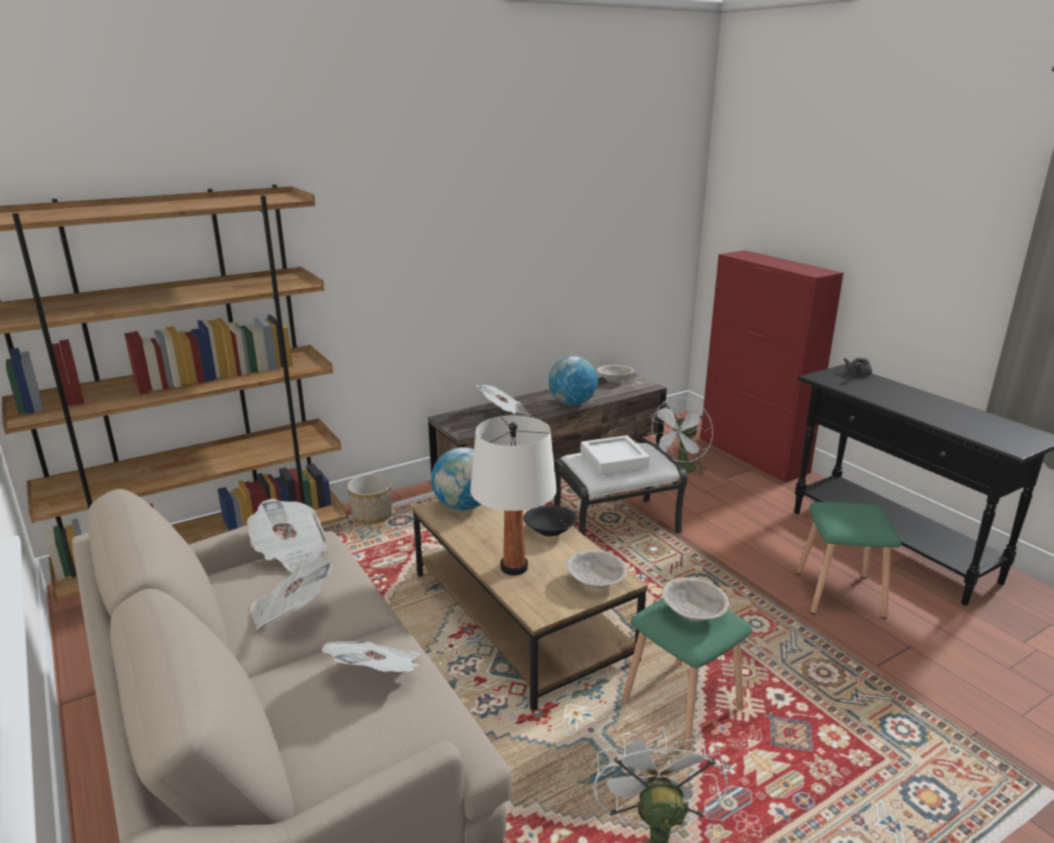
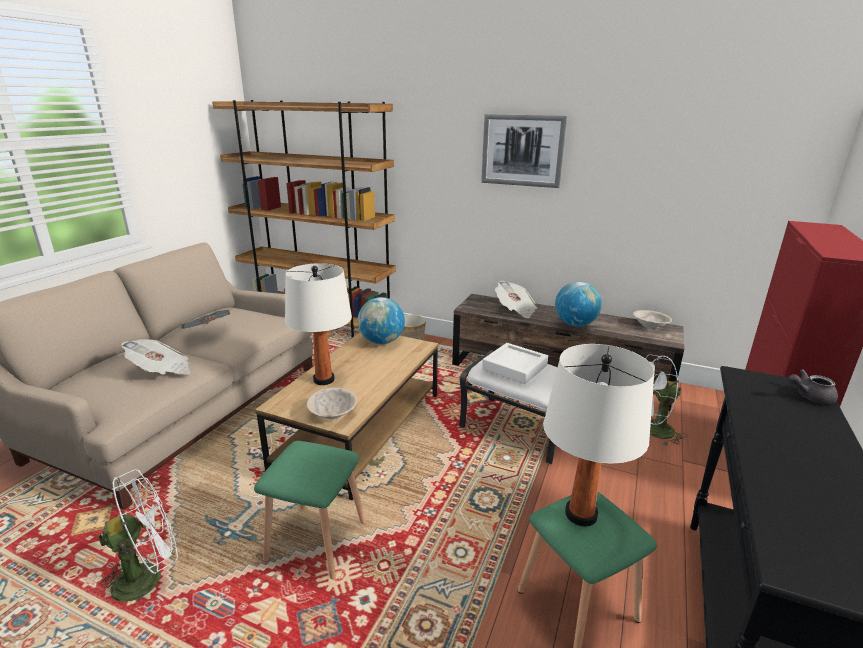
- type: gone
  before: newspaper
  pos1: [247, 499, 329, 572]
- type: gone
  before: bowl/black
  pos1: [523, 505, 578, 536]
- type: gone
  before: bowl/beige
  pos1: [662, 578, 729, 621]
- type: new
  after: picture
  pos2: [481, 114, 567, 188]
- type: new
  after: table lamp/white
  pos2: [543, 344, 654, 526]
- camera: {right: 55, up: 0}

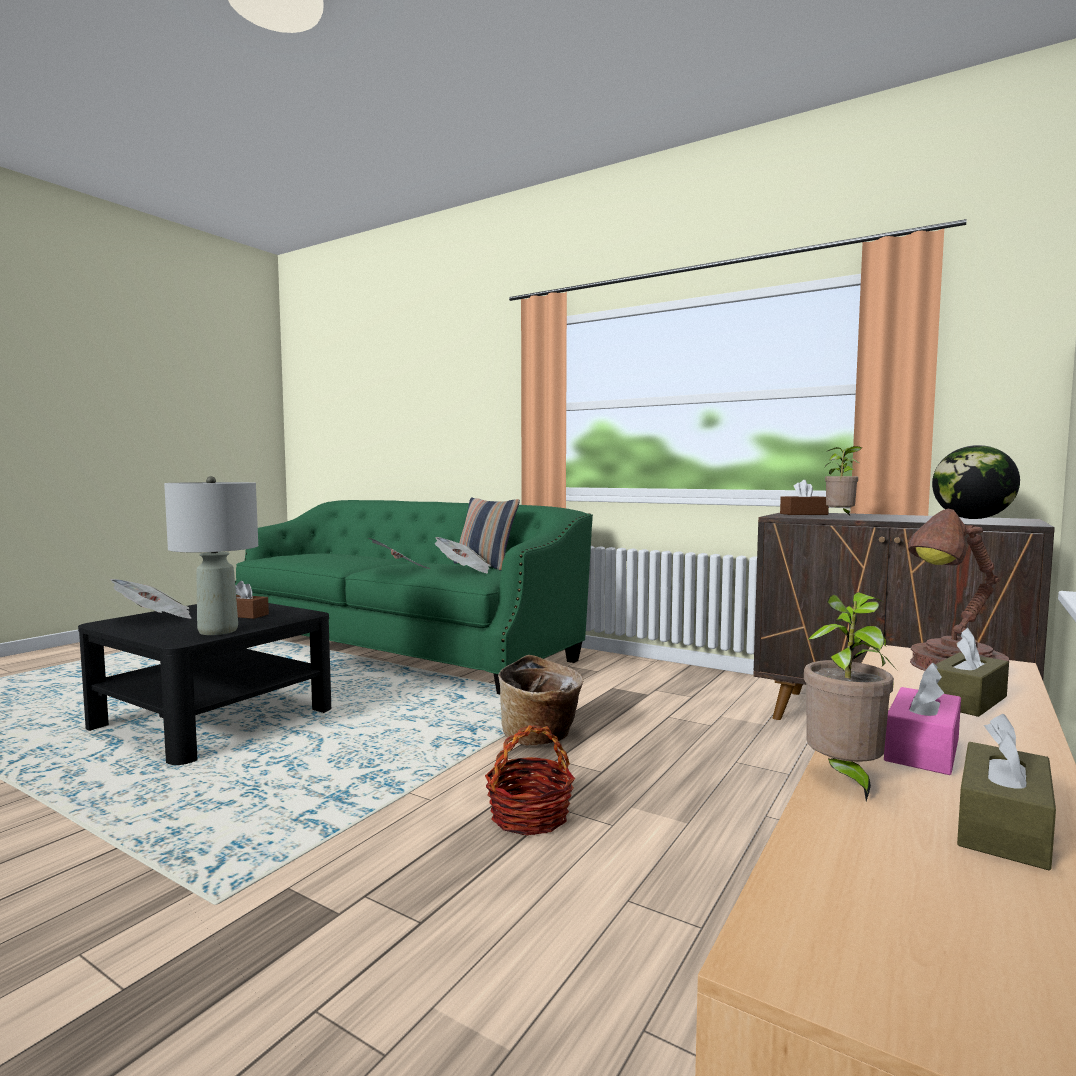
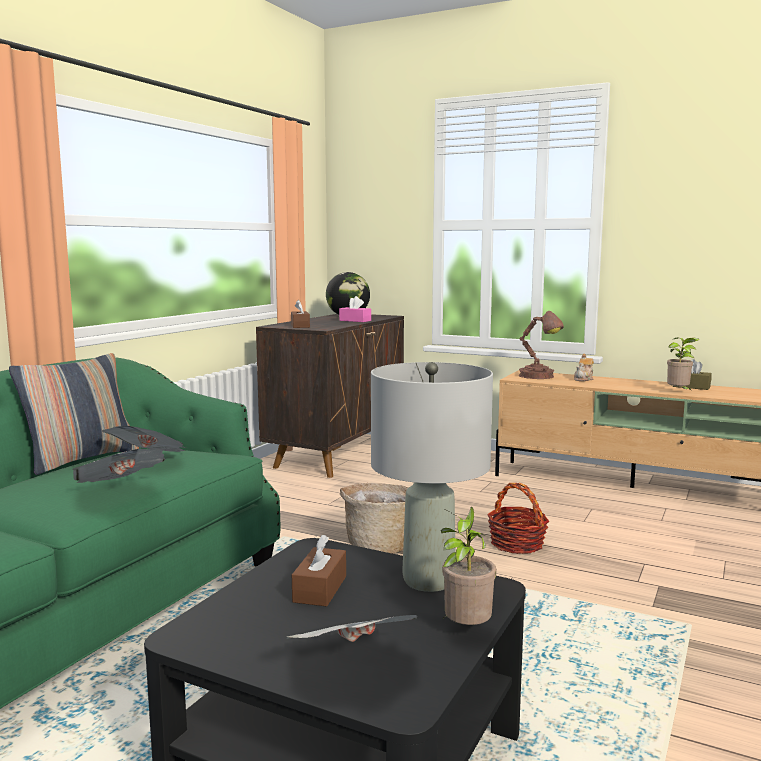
- type: shifted
  before: potted plant
  pos1: [825, 446, 862, 515]
  pos2: [441, 507, 496, 625]
- type: shifted
  before: tissue box/pink
  pos1: [884, 663, 961, 775]
  pos2: [339, 296, 371, 322]
- type: swapped
  before: tissue box/brown
  after: teapot
  pos1: [935, 628, 1009, 717]
  pos2: [574, 354, 594, 381]
- camera: {right: -95, up: 5}

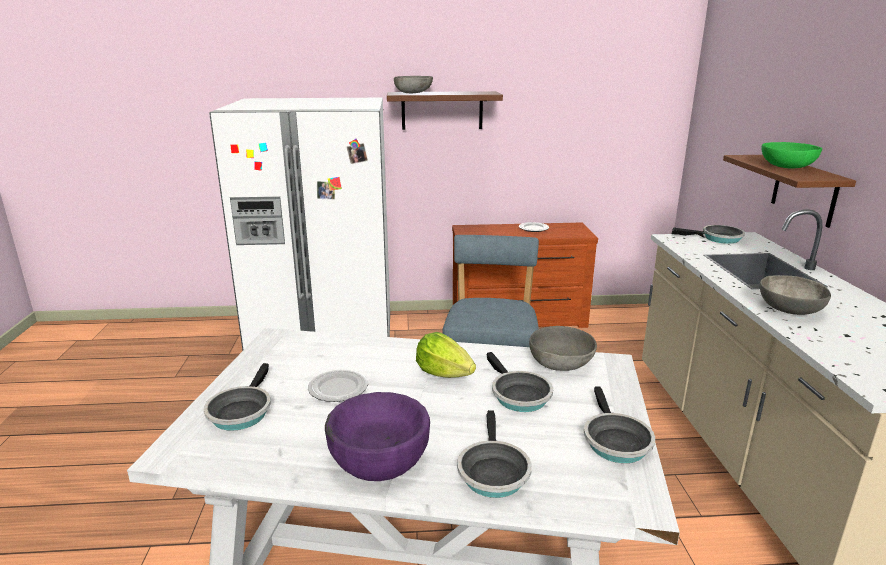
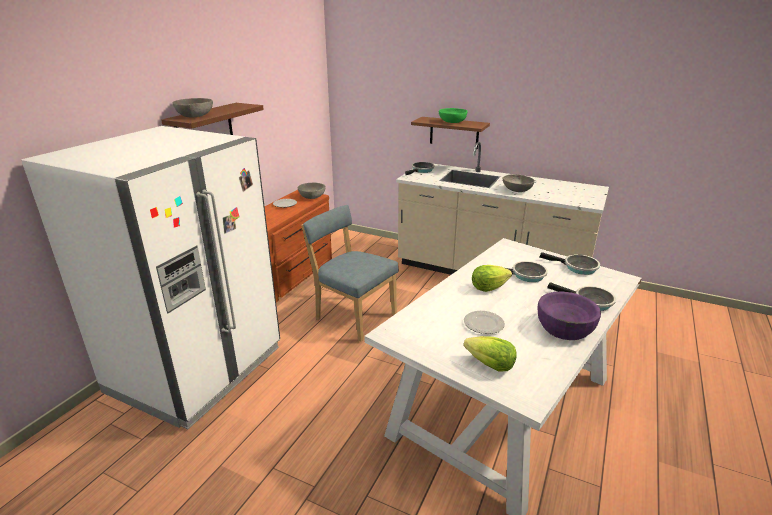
- type: shifted
  before: bowl/grey
  pos1: [529, 326, 597, 371]
  pos2: [298, 183, 326, 199]
- type: swapped
  before: frying pan
  after: lettuce
  pos1: [204, 363, 271, 431]
  pos2: [463, 336, 517, 371]
- camera: {right: -60, up: 5}

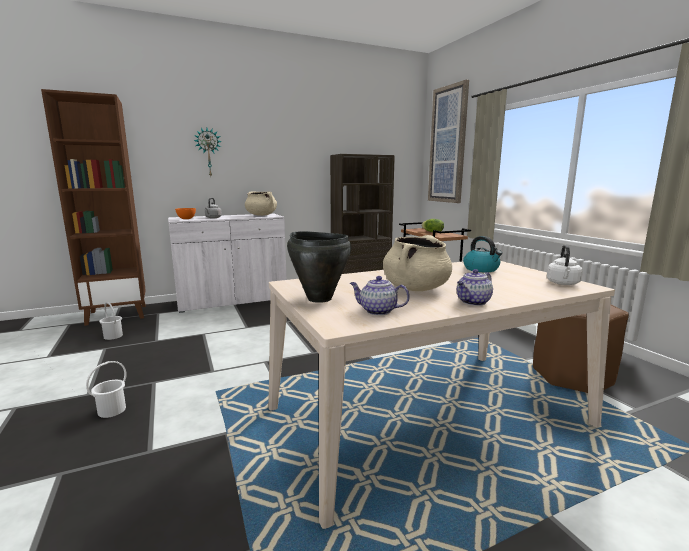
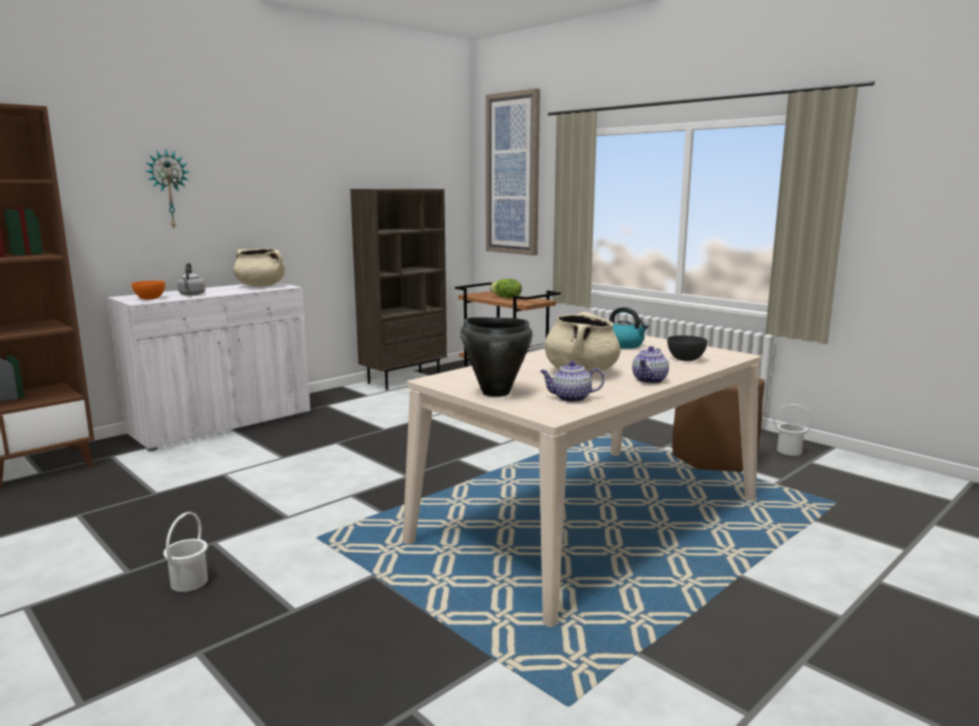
- type: gone
  before: kettle/white
  pos1: [547, 245, 583, 285]
- type: new
  after: bowl/grey
  pos2: [667, 335, 708, 361]
- type: shifted
  before: bucket/white
  pos1: [99, 302, 123, 340]
  pos2: [774, 404, 812, 456]
- camera: {right: -20, up: 0}

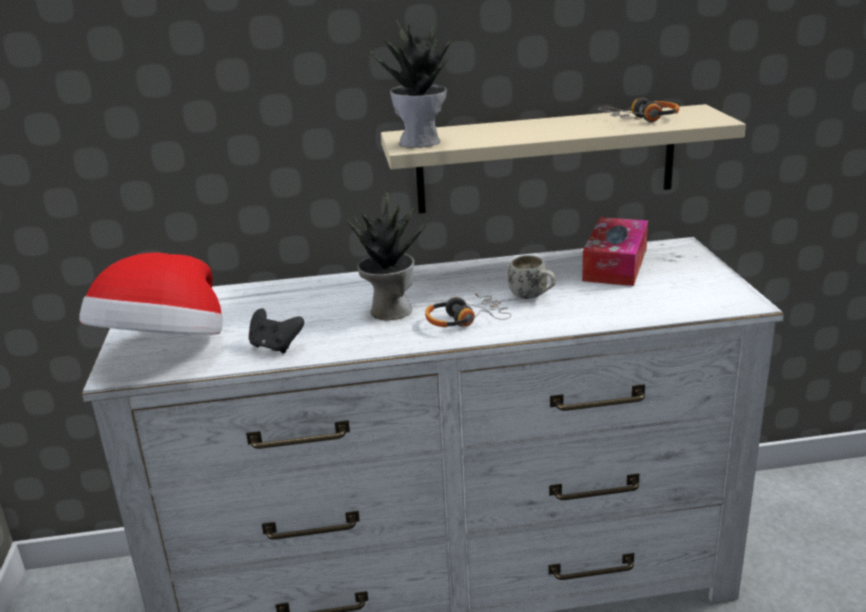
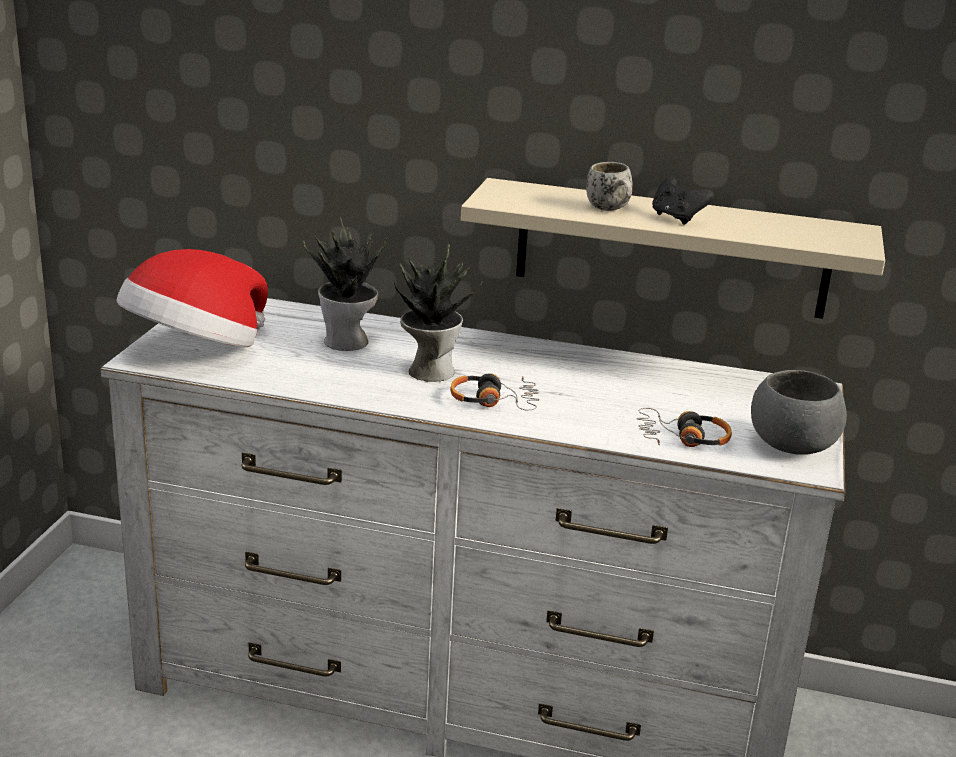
- type: gone
  before: tissue box
  pos1: [582, 217, 648, 286]
- type: new
  after: bowl/grey
  pos2: [751, 370, 847, 455]
- type: shifted
  before: game controller/black
  pos1: [249, 308, 304, 354]
  pos2: [652, 177, 714, 225]
- type: shifted
  before: potted plant
  pos1: [369, 19, 451, 148]
  pos2: [303, 217, 387, 351]
- type: shifted
  before: mug/white
  pos1: [508, 255, 556, 299]
  pos2: [586, 162, 632, 211]
- type: shifted
  before: headphones
  pos1: [598, 98, 679, 122]
  pos2: [636, 408, 732, 447]
- camera: {right: 20, up: 0}

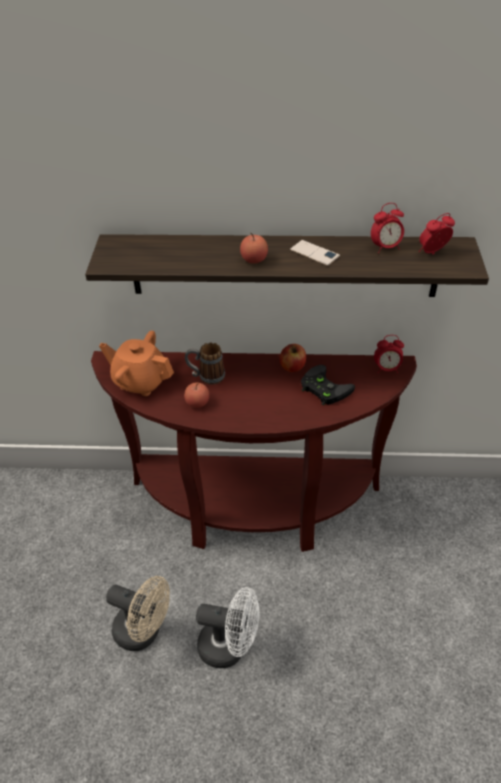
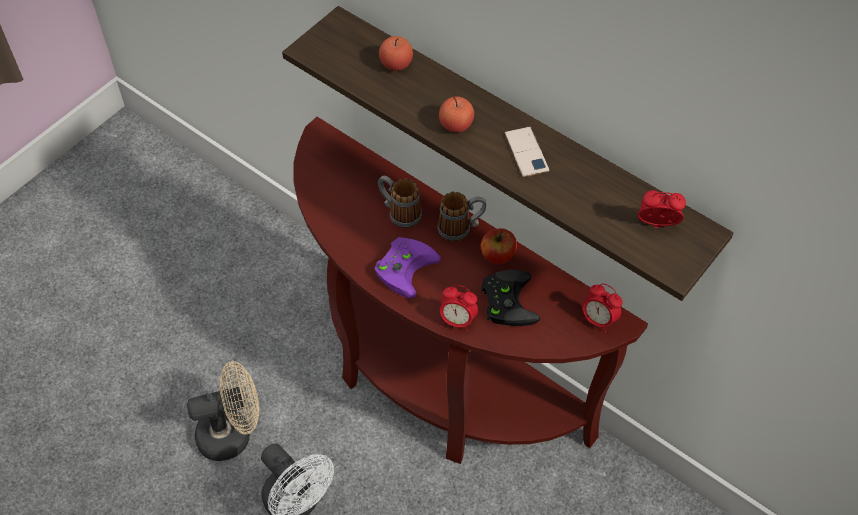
- type: gone
  before: teapot/orange
  pos1: [99, 331, 174, 396]
- type: new
  after: game controller/purple
  pos2: [375, 237, 441, 298]
- type: new
  after: mug
  pos2: [437, 191, 487, 242]
- type: shifted
  before: apple
  pos1: [184, 382, 209, 408]
  pos2: [379, 36, 413, 71]
- type: shifted
  before: alarm clock
  pos1: [371, 203, 404, 253]
  pos2: [440, 285, 478, 331]
- type: rotated
  before: fan/beige
  pos1: [106, 576, 170, 651]
  pos2: [187, 361, 259, 461]
  turn: -75
- camera: {right: 35, up: 10}

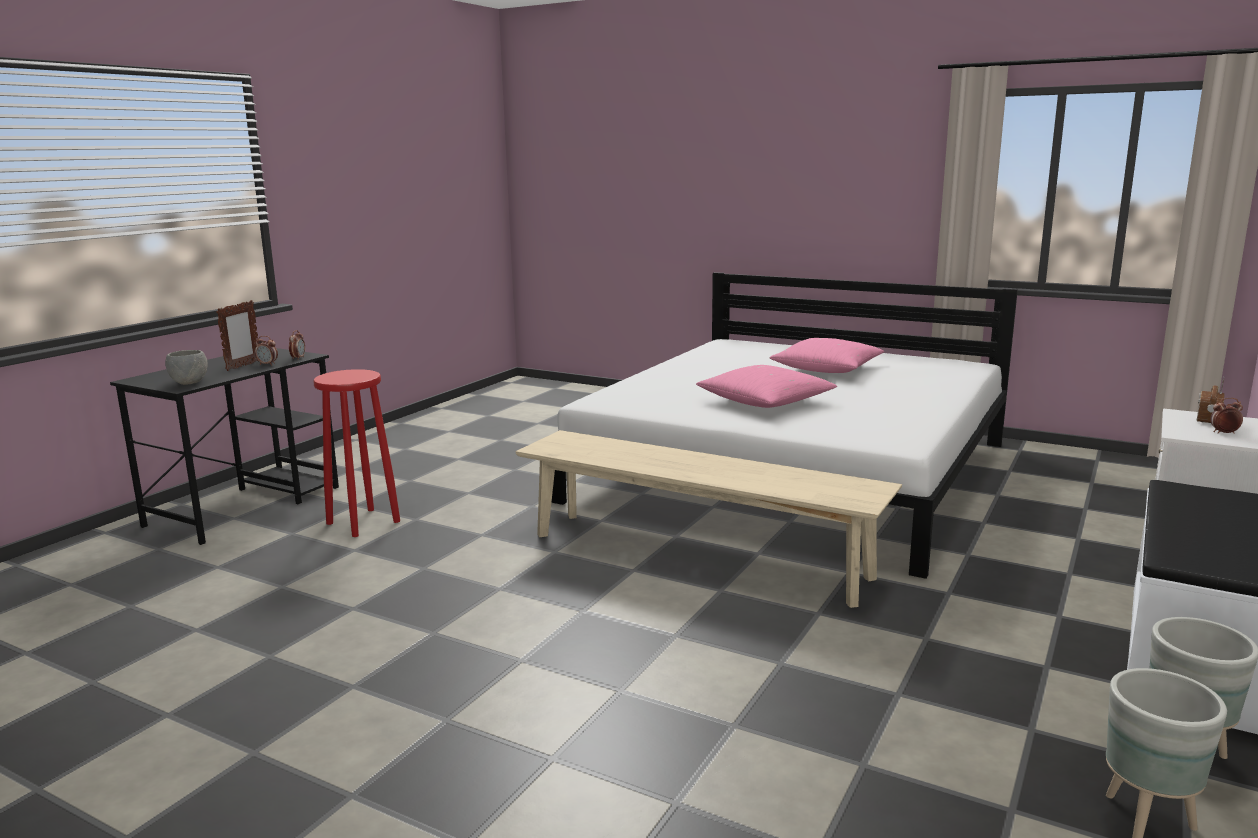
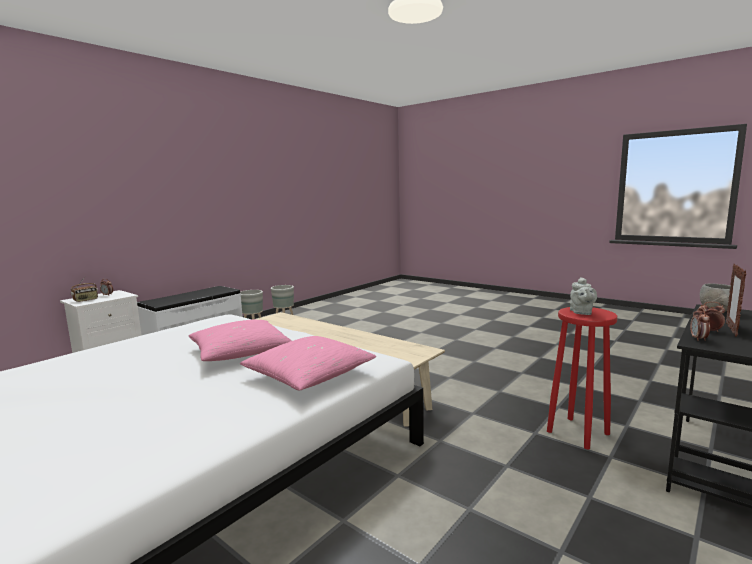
- type: new
  after: teapot/grey
  pos2: [570, 277, 597, 315]
- type: shifted
  before: pillow/pink
  pos1: [769, 338, 884, 373]
  pos2: [240, 336, 376, 390]
- camera: {right: -170, up: -5}

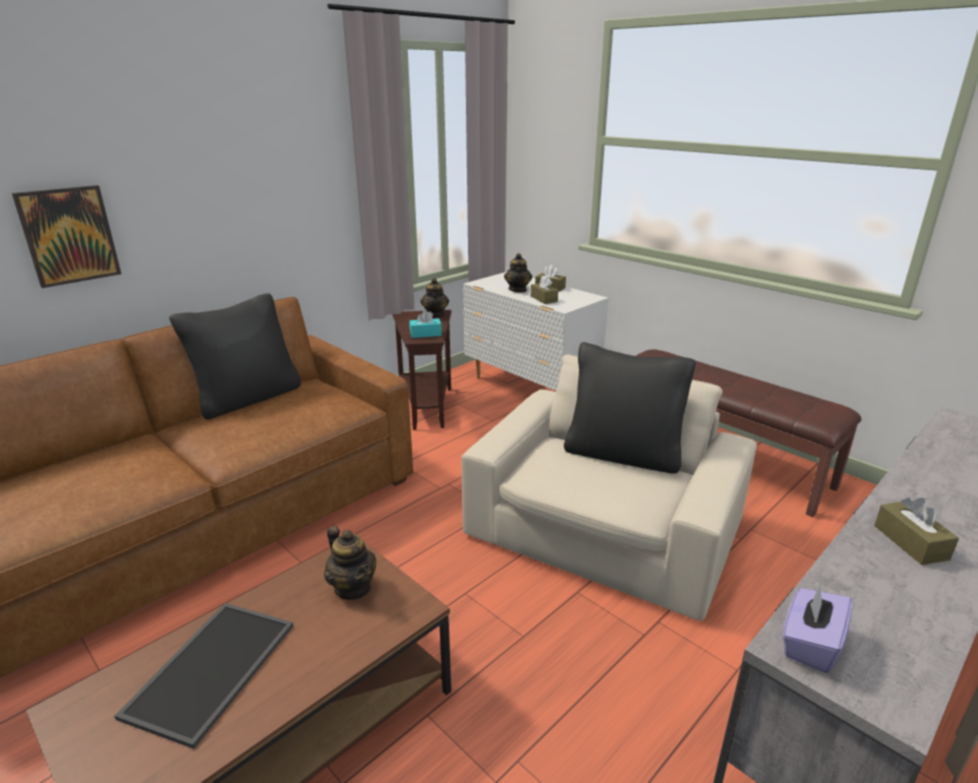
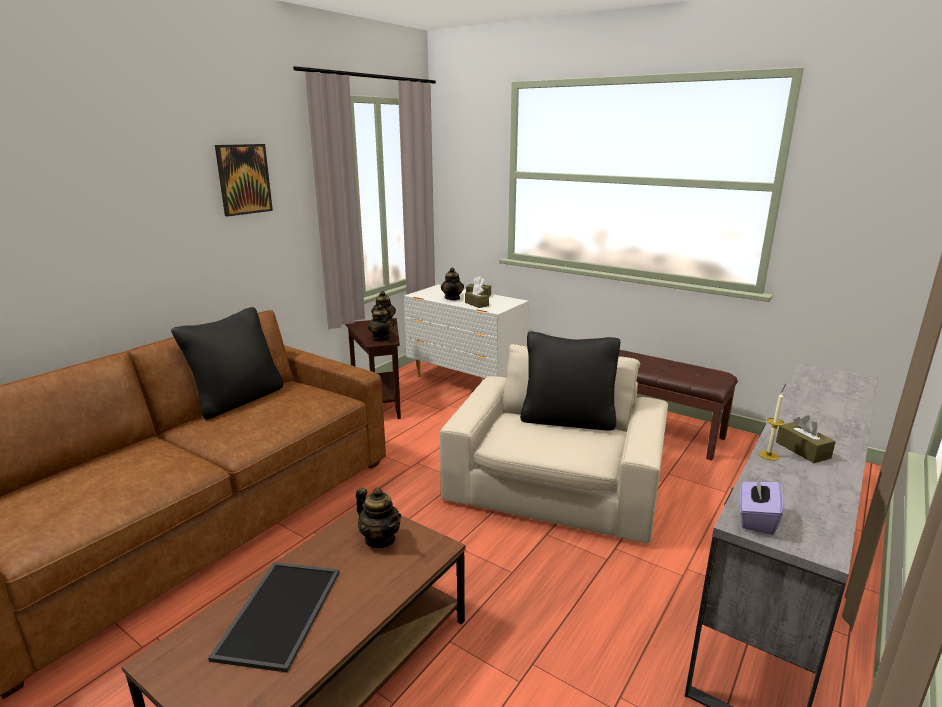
- type: new
  after: candle
  pos2: [759, 393, 785, 461]
- type: shifted
  before: picture
  pos1: [12, 185, 121, 288]
  pos2: [215, 144, 273, 217]
- type: swapped
  before: tissue box/turquoise
  after: teapot
  pos1: [410, 310, 442, 338]
  pos2: [368, 304, 394, 341]
- camera: {right: -10, up: -5}

